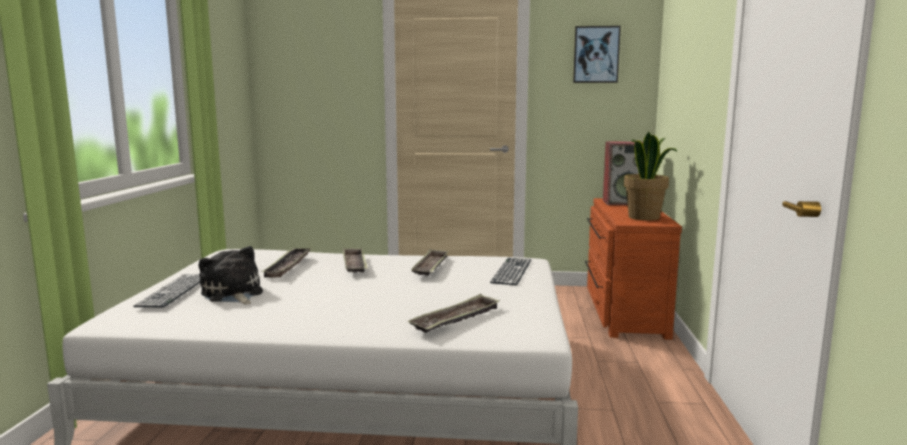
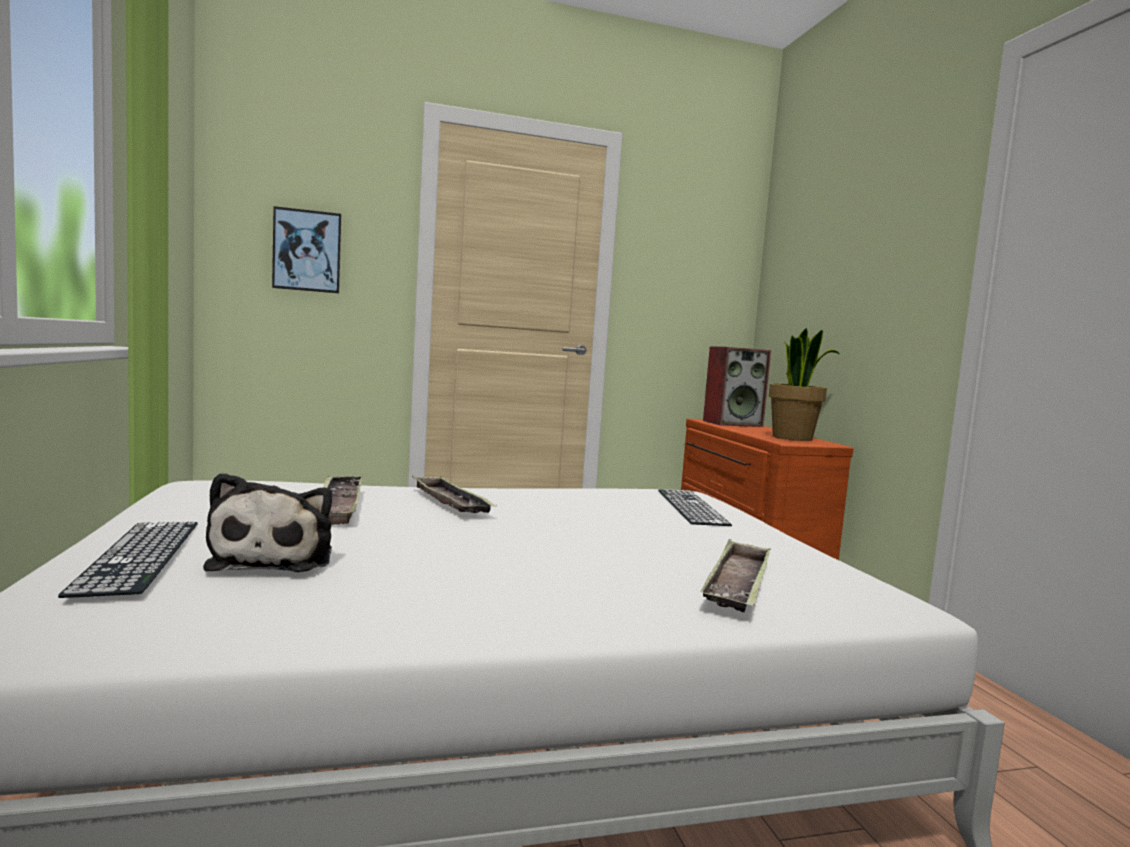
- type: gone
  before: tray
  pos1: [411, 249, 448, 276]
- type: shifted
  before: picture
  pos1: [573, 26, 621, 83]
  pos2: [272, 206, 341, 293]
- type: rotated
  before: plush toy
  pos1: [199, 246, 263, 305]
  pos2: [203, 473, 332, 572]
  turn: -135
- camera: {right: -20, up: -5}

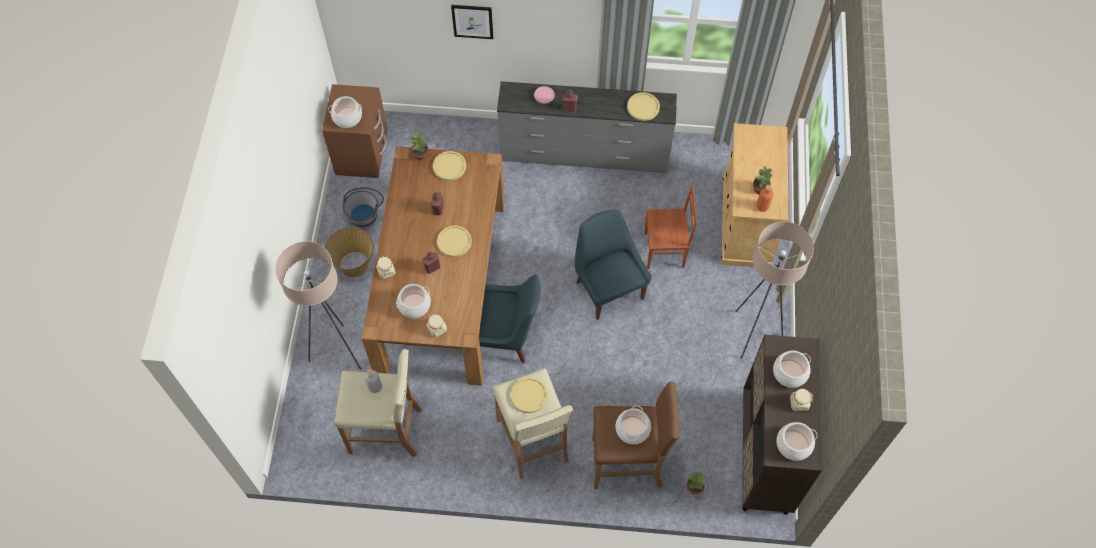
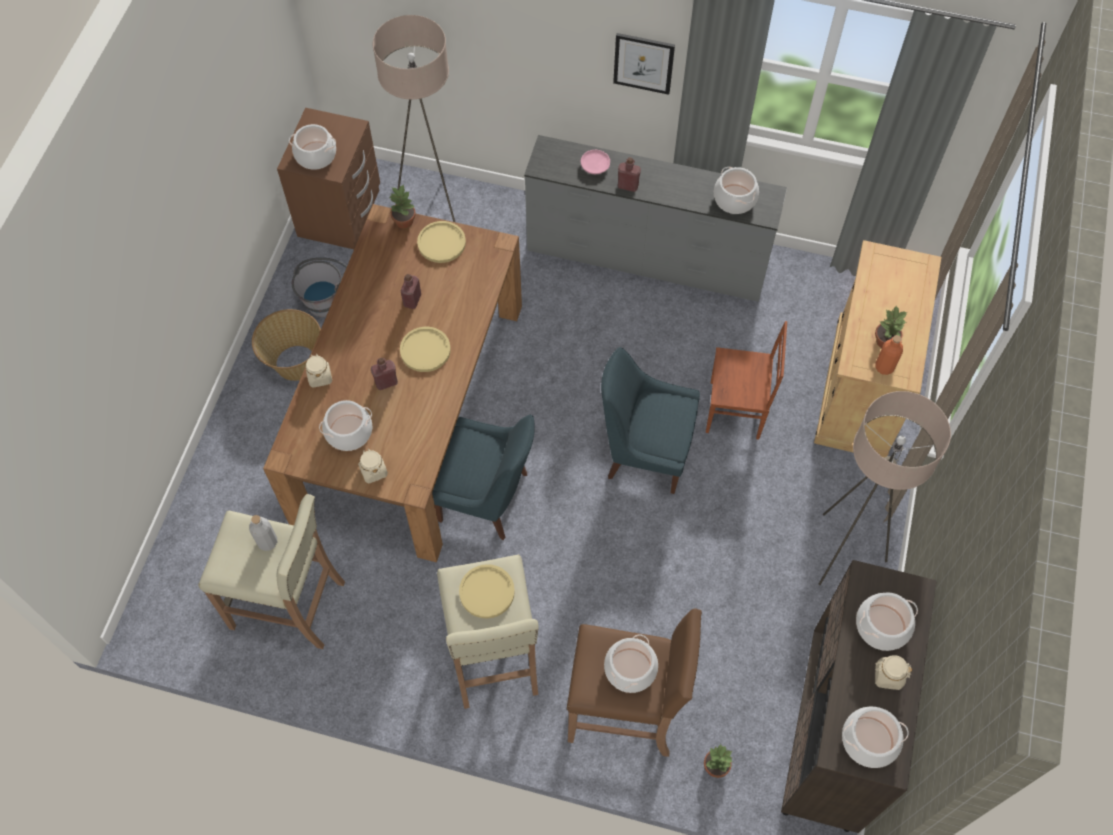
- type: shifted
  before: floor lamp/beige
  pos1: [276, 241, 361, 370]
  pos2: [373, 15, 455, 222]
- type: shifted
  before: picture
  pos1: [451, 5, 493, 39]
  pos2: [613, 33, 675, 95]
- type: swapped
  before: plate/yellow
  after: cooking pot
  pos1: [627, 92, 660, 121]
  pos2: [714, 167, 759, 214]
- type: rotated
  before: chair/blue
  pos1: [575, 209, 652, 320]
  pos2: [601, 347, 700, 494]
  turn: -60
- camera: {right: 10, up: 0}

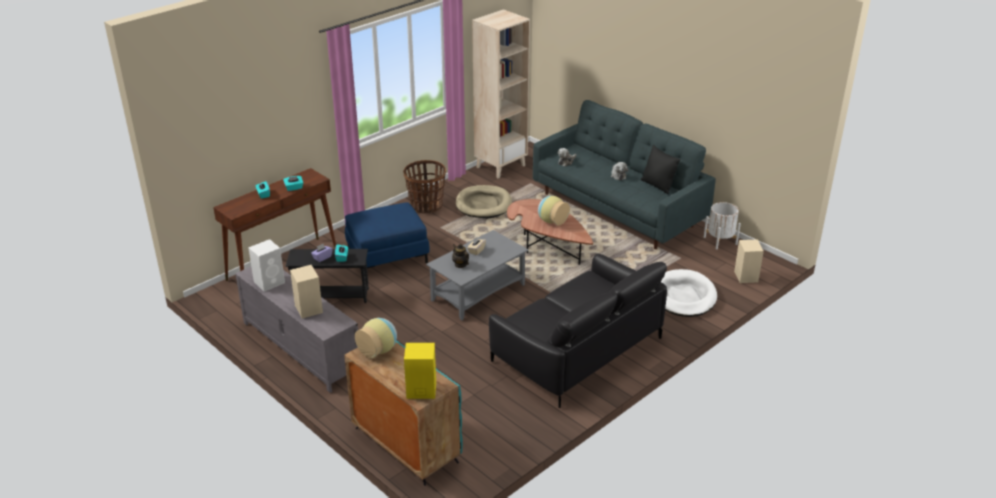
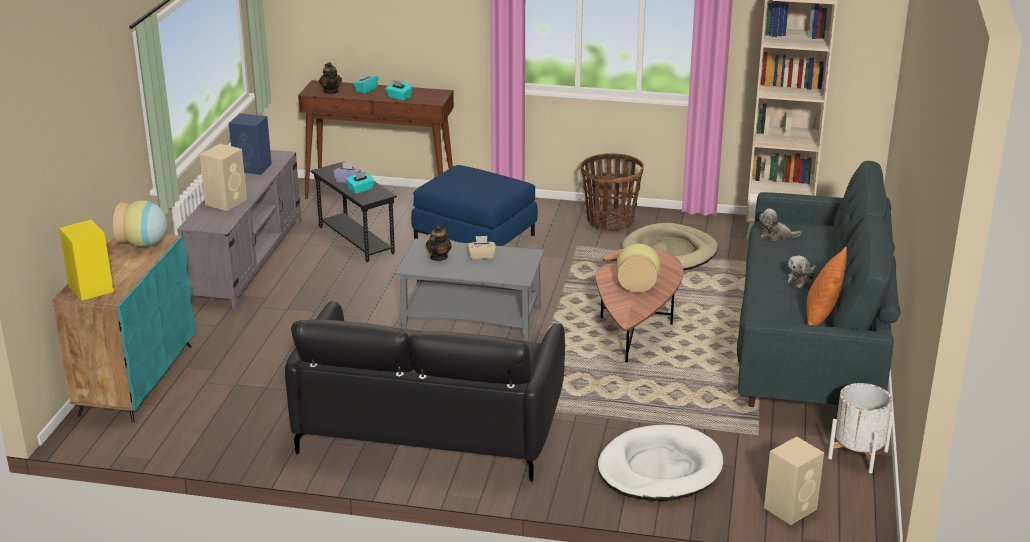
- type: new
  after: teapot
  pos2: [319, 62, 342, 94]
- type: repainted
  before: speaker/white
  after: speaker/blue
  pos1: [248, 239, 285, 292]
  pos2: [229, 113, 272, 175]
- type: repainted
  before: pillow/black
  after: pillow/orange
  pos1: [640, 145, 681, 194]
  pos2: [806, 247, 847, 326]
- camera: {right: 55, up: -5}

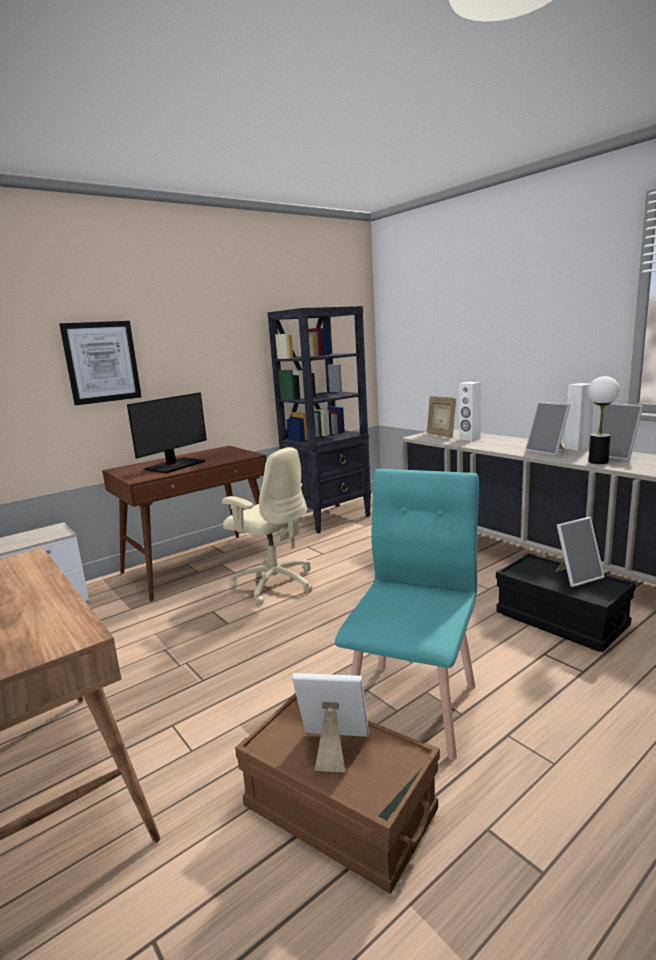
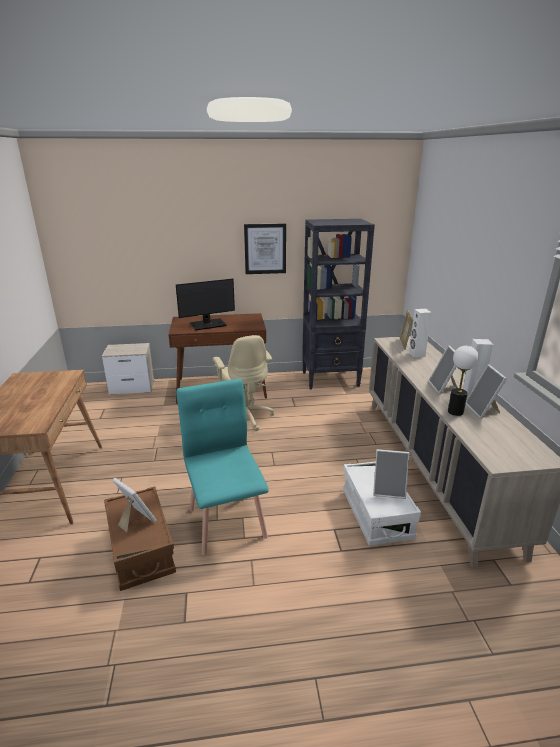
- type: shifted
  before: picture
  pos1: [59, 321, 142, 406]
  pos2: [244, 223, 286, 274]
- type: repainted
  before: storage box/black
  after: storage box/white
  pos1: [496, 553, 636, 652]
  pos2: [343, 461, 421, 546]
- type: rotated
  before: chair/turquoise
  pos1: [335, 469, 479, 760]
  pos2: [177, 379, 269, 555]
  turn: -75
- camera: {right: 30, up: 10}

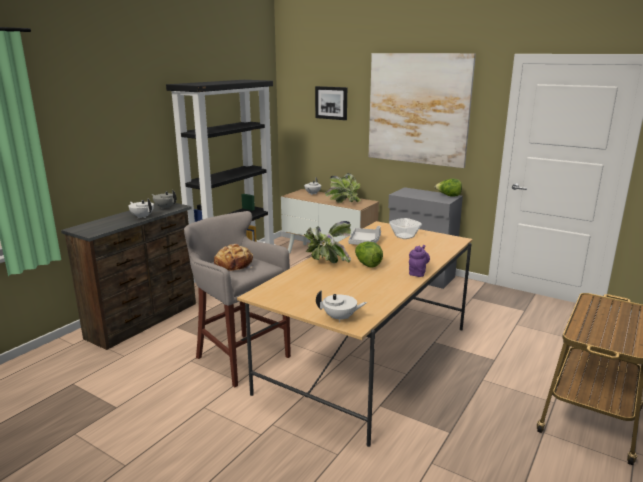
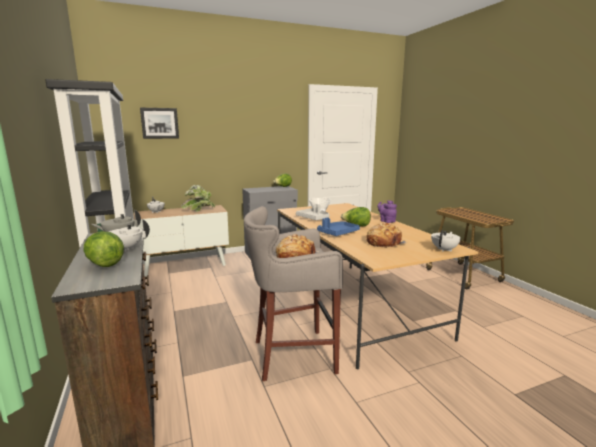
- type: gone
  before: picture
  pos1: [368, 53, 476, 168]
- type: new
  after: lettuce
  pos2: [83, 231, 124, 267]
- type: new
  after: bread
  pos2: [366, 222, 407, 248]
- type: swapped
  before: potted plant
  after: tray/blue
  pos1: [304, 221, 351, 263]
  pos2: [317, 218, 360, 236]
- camera: {right: -55, up: -5}

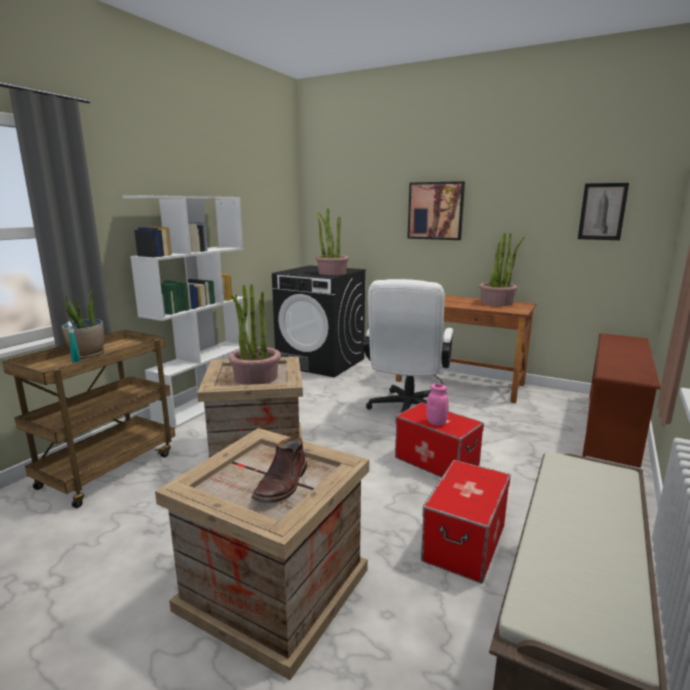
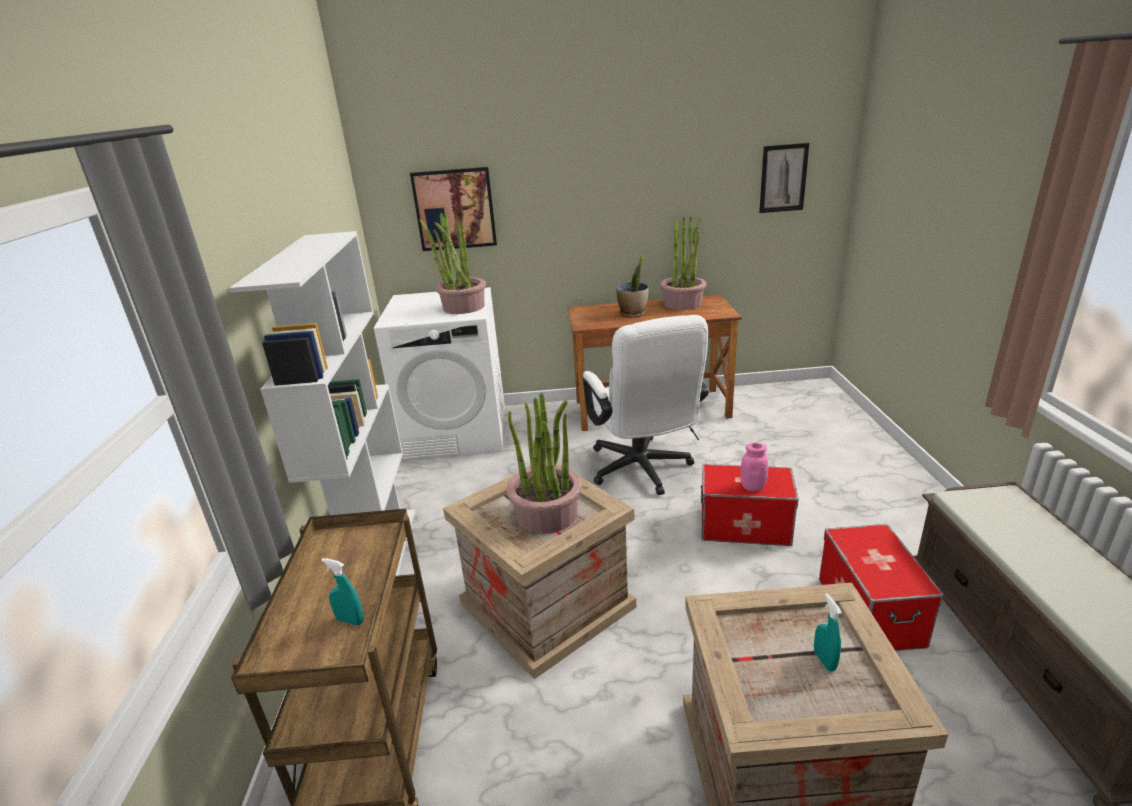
- type: gone
  before: shoe rack/brown
  pos1: [582, 333, 660, 468]
- type: shifted
  before: potted plant
  pos1: [61, 288, 104, 359]
  pos2: [616, 254, 649, 317]
- type: shifted
  before: picture
  pos1: [407, 181, 465, 240]
  pos2: [410, 167, 497, 251]
- type: swapped
  before: boot/brown
  after: spray bottle/turquoise
  pos1: [252, 435, 307, 503]
  pos2: [814, 593, 842, 671]
- type: repainted
  before: washing machine/black
  after: washing machine/white
  pos1: [272, 265, 366, 377]
  pos2: [374, 287, 505, 460]
- camera: {right: -30, up: 10}

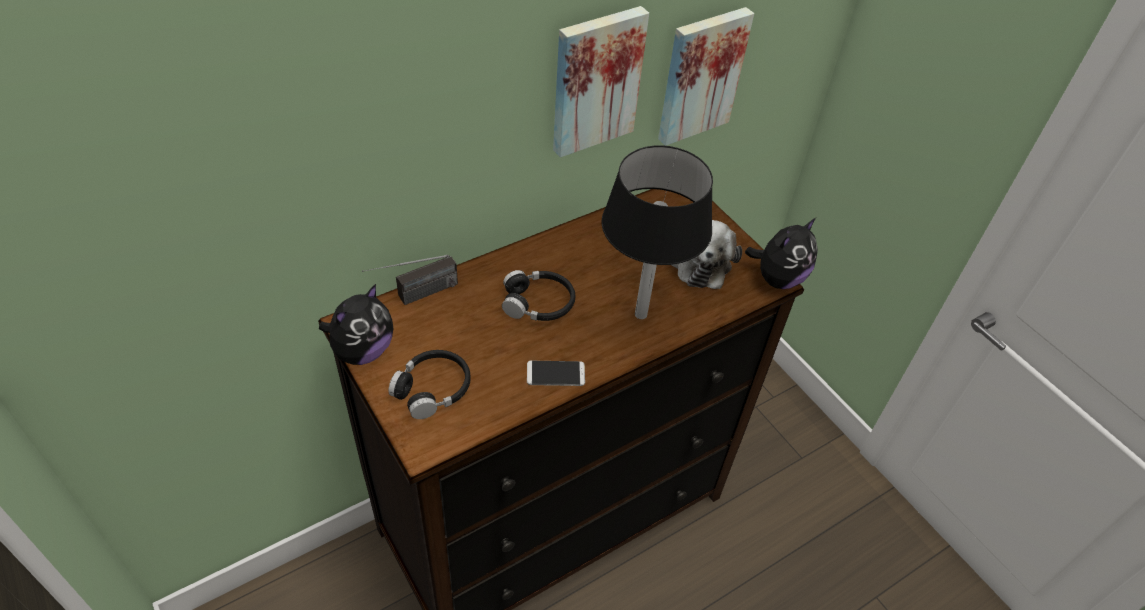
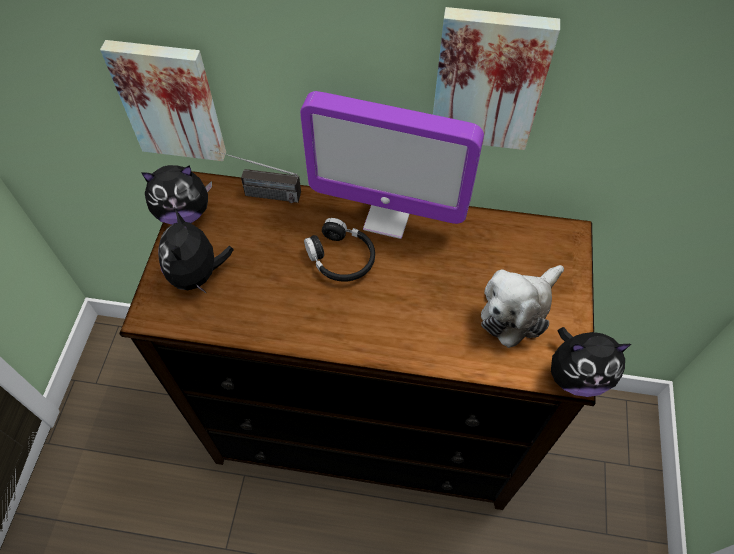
- type: gone
  before: phone
  pos1: [527, 361, 585, 386]
- type: gone
  before: table lamp/black
  pos1: [601, 145, 713, 319]
- type: new
  after: monitor
  pos2: [300, 91, 484, 239]
- type: shifted
  before: picture
  pos1: [658, 7, 754, 146]
  pos2: [100, 40, 226, 161]
- type: swapped
  before: headphones/black
  after: plush toy
  pos1: [389, 350, 471, 419]
  pos2: [158, 210, 234, 294]
- camera: {right: 45, up: 10}

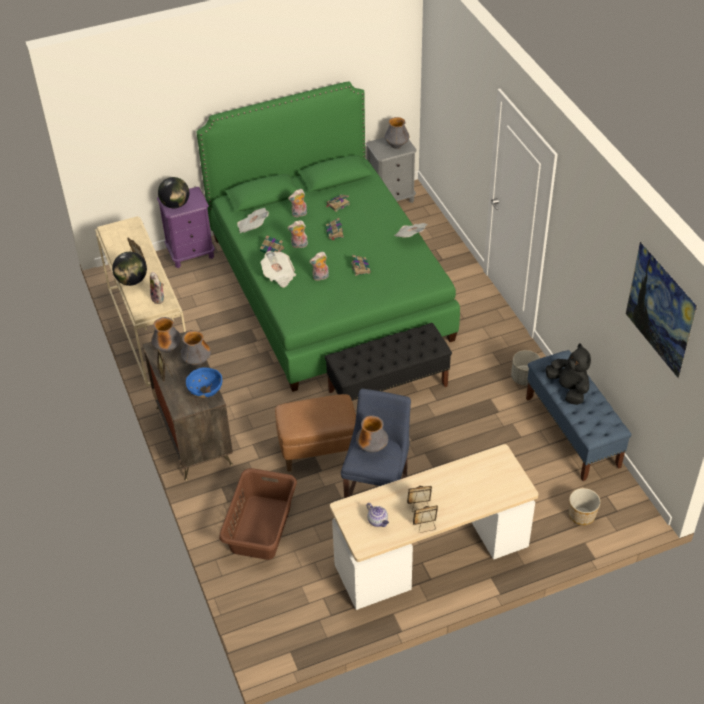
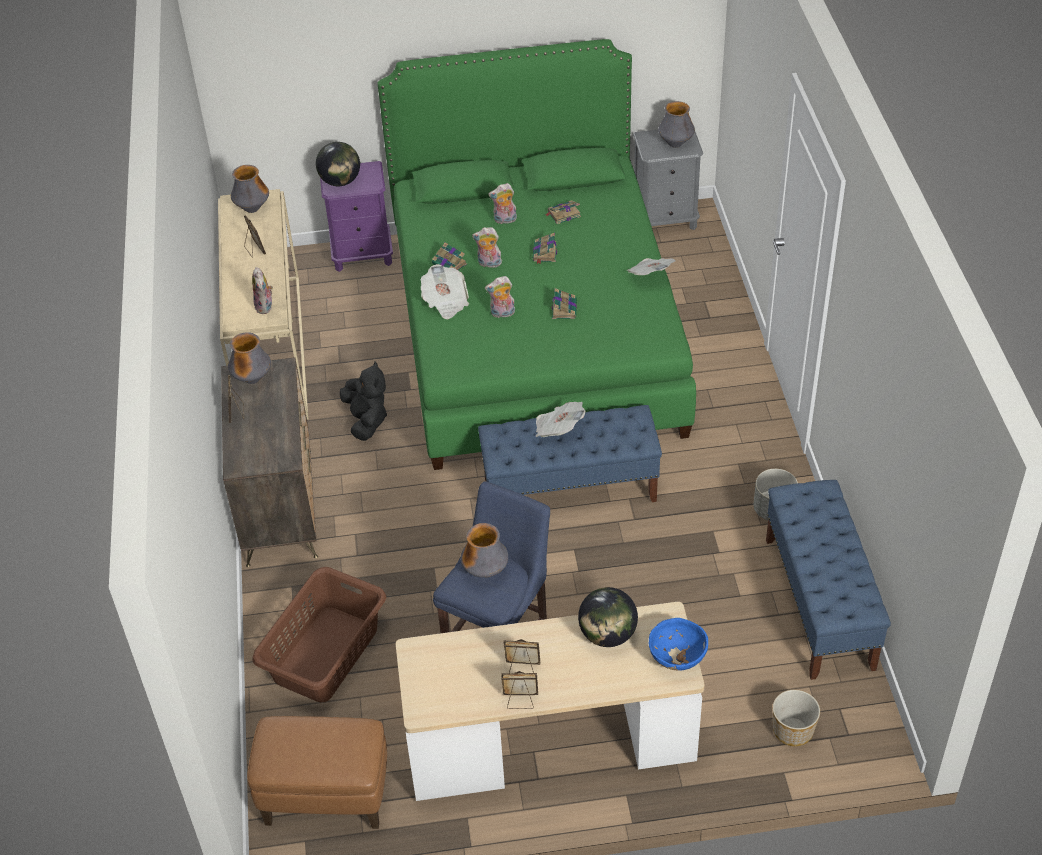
- type: gone
  before: teapot
  pos1: [367, 503, 389, 527]
- type: gone
  before: picture
  pos1: [626, 242, 697, 379]
- type: shifted
  before: globe
  pos1: [112, 252, 147, 286]
  pos2: [578, 587, 638, 647]
- type: shifted
  before: vase
  pos1: [180, 331, 211, 367]
  pos2: [231, 165, 269, 213]
- type: shifted
  before: bowl/blue
  pos1: [186, 367, 222, 398]
  pos2: [649, 618, 708, 671]
- type: shifted
  before: newspaper
  pos1: [237, 208, 269, 233]
  pos2: [536, 402, 585, 437]
- type: shifted
  before: ottoman/brown
  pos1: [275, 394, 356, 472]
  pos2: [247, 716, 387, 829]
- type: shifted
  before: plush toy/black
  pos1: [546, 343, 591, 405]
  pos2: [340, 362, 387, 441]
- type: repainted
  before: bench/black
  after: bench/blue
  pos1: [324, 323, 452, 401]
  pos2: [478, 405, 662, 502]
- camera: {right: 15, up: 0}

